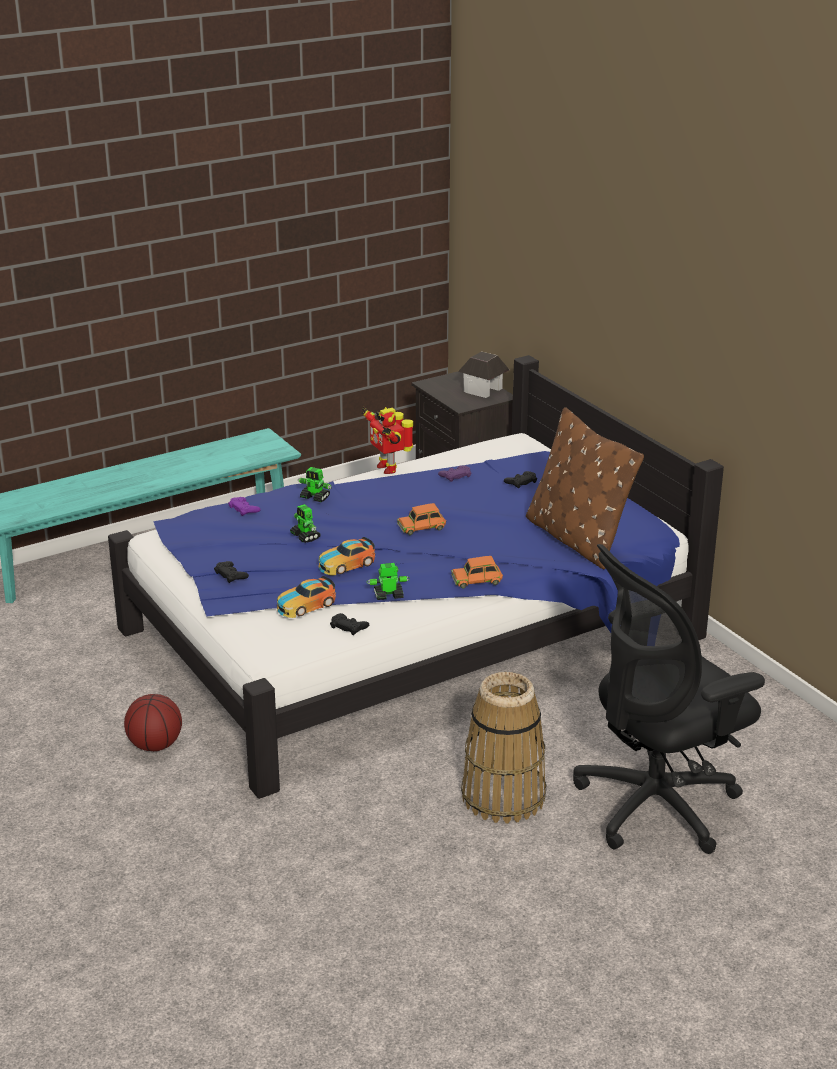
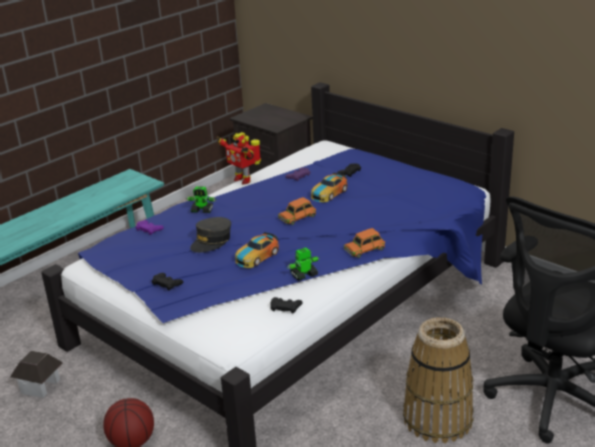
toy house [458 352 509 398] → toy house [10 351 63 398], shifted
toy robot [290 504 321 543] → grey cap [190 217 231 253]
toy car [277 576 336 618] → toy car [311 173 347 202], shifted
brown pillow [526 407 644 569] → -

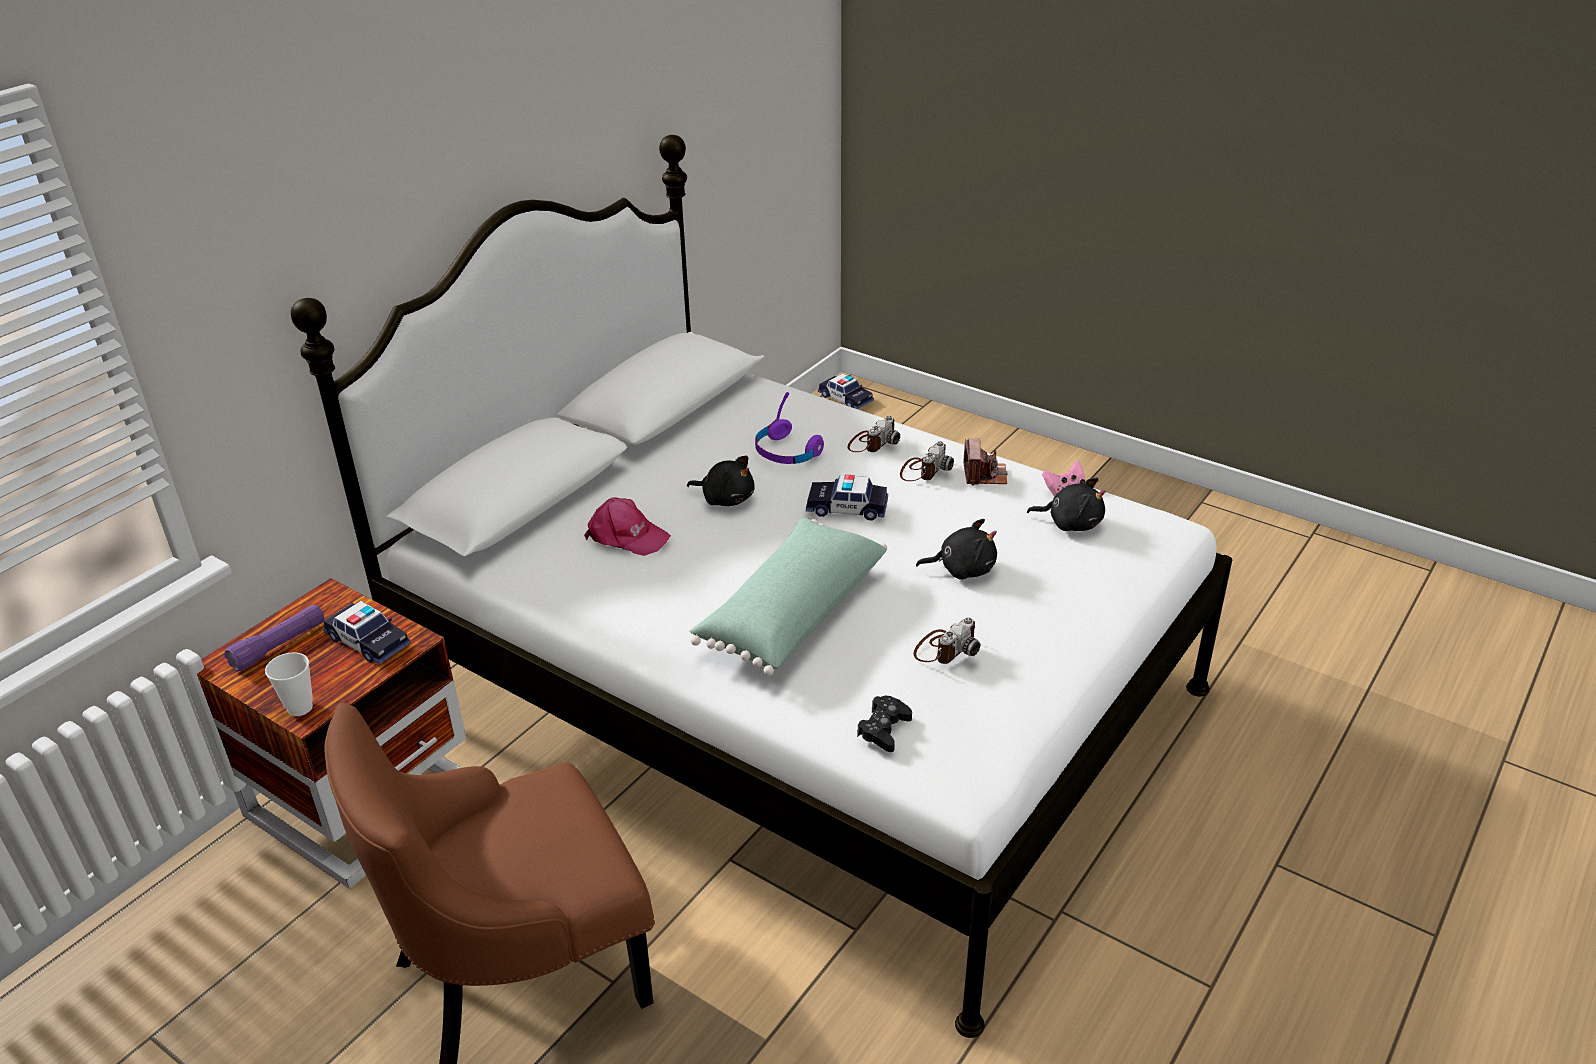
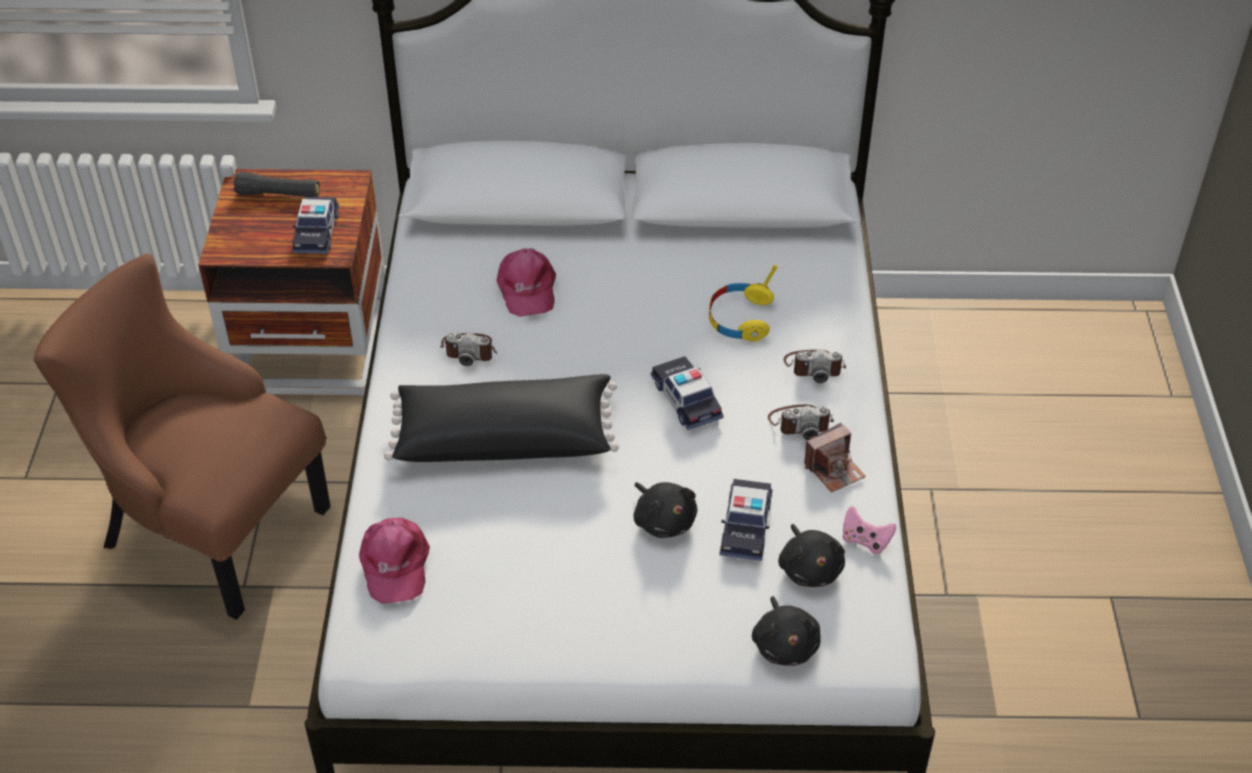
purple flashlight [224 605 325 672] → black flashlight [234 172 320 197]
black game controller [857 696 912 752] → pink cap [359 518 430 604]
green pillow [689 518 887 676] → black pillow [384 374 619 462]
photo camera [913 617 981 664] → photo camera [440 333 497 366], shifted
purple headphones [755 392 824 464] → yellow headphones [709 265 778 342]
toy car [818 373 874 409] → toy car [720 479 773 561], shifted
black plush toy [687 456 755 506] → black plush toy [752 596 821 666], shifted
cup [265 652 313 716] → -

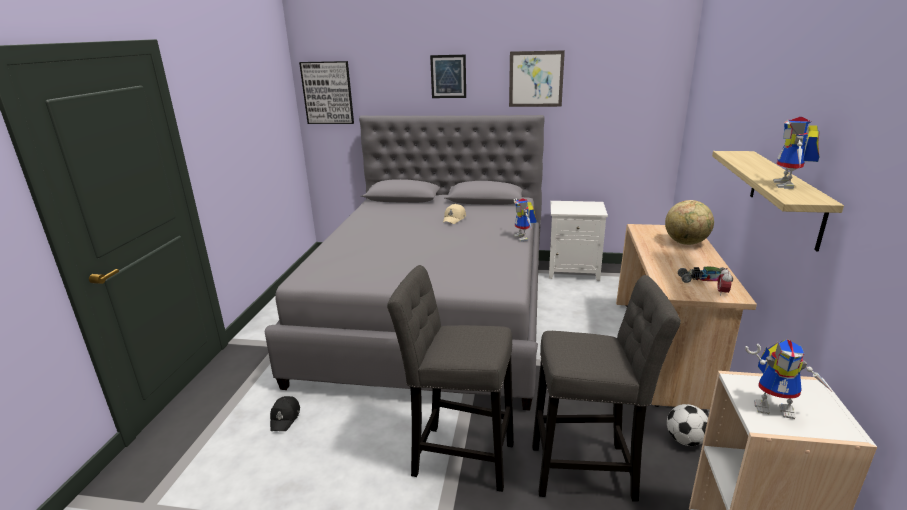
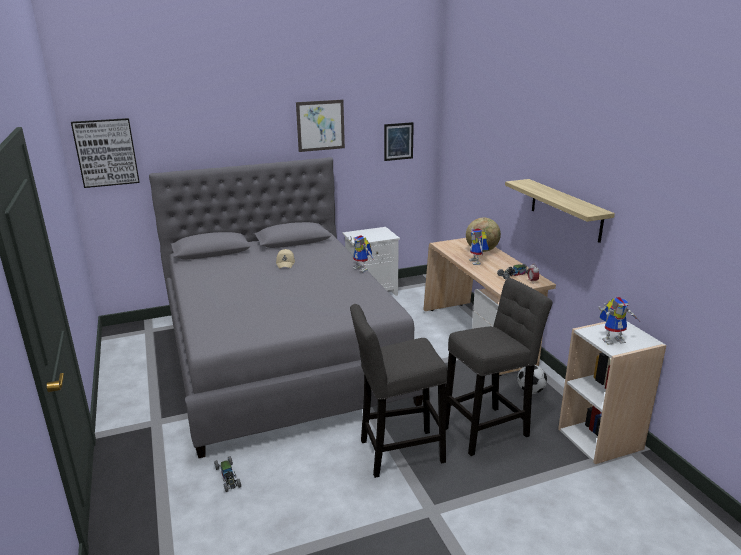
black cap [270 396 300 431] → toy car [214 456 241 492]
picture [430 55 466 98] → picture [384 122 414 161], shifted
toy robot [773 117 820 188] → toy robot [469 228 489 265], shifted

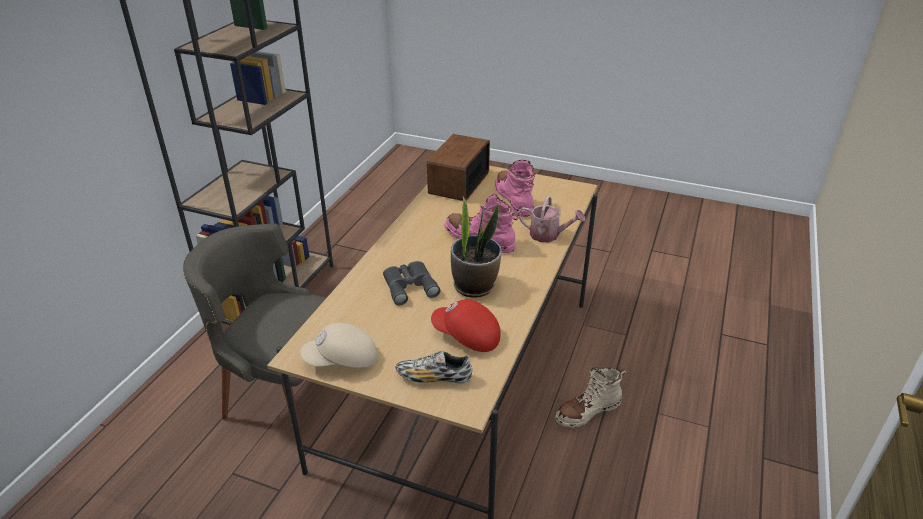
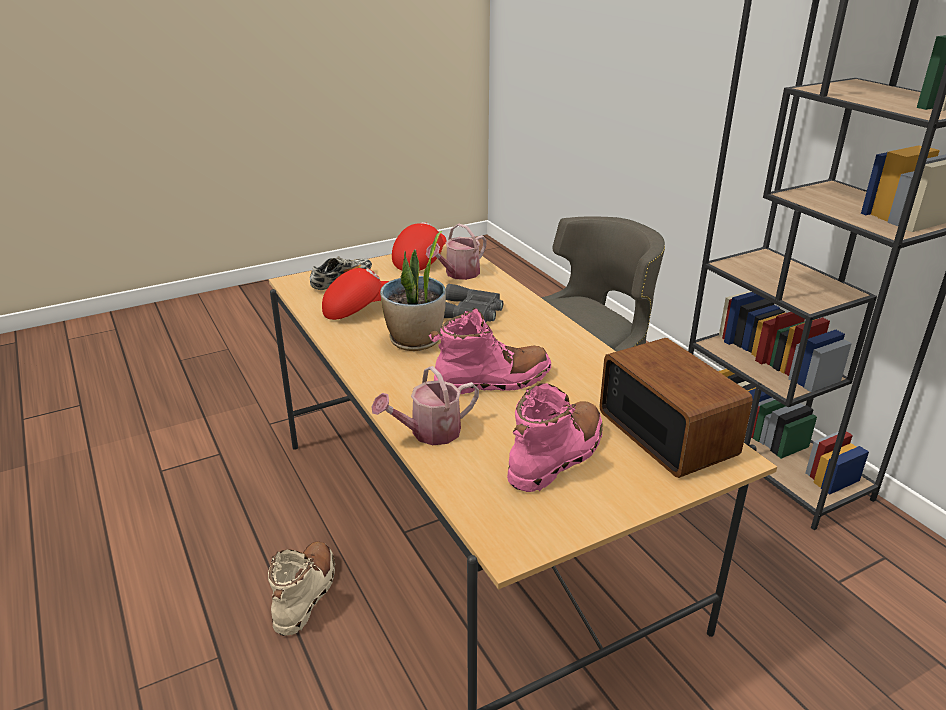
beige cap [300 323 377 368] → red cap [392 222 446 271]
- → watering can [426 224 487 280]
pink boot [495 160 535 217] → pink boot [507 383 603 492], 75 degrees counterclockwise

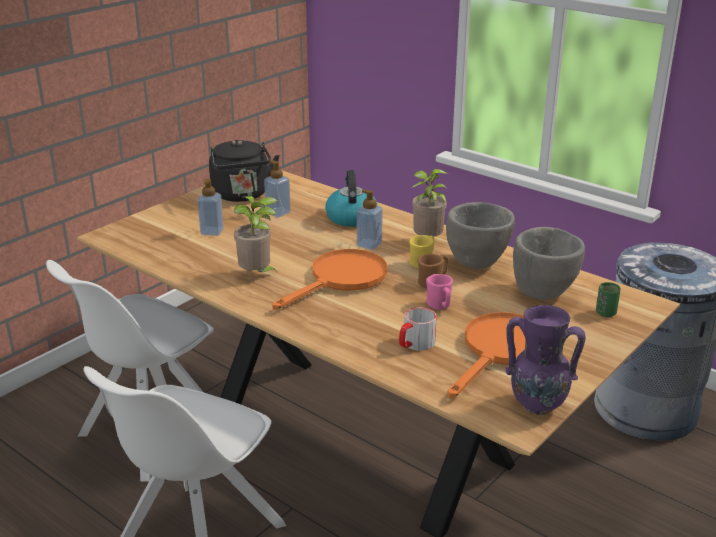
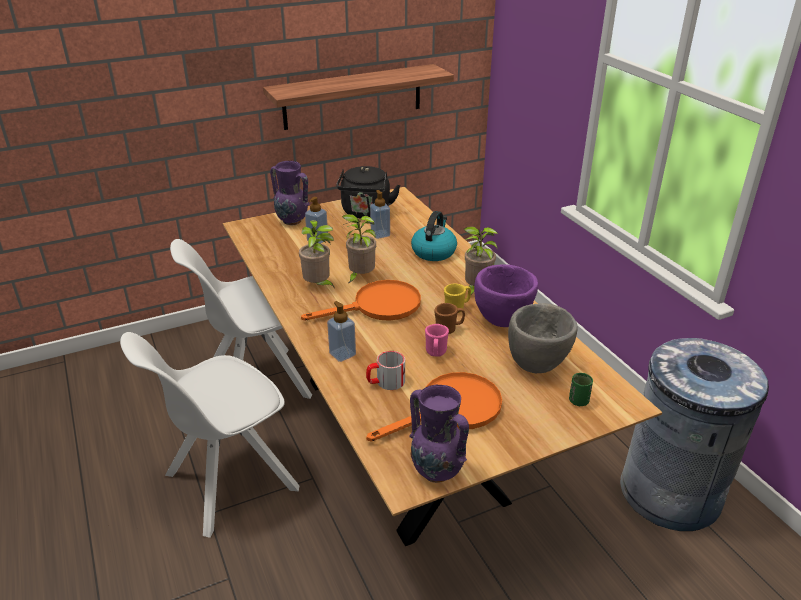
- → shelf [263 64 454 130]
- → purple vase [270 161 310 226]
soap dispenser [357 190 383 250] → soap dispenser [327 301 356 362], shifted
- → potted plant [342 214 376 284]
grey bowl [446 202 515 269] → purple bowl [474 264 538 327]

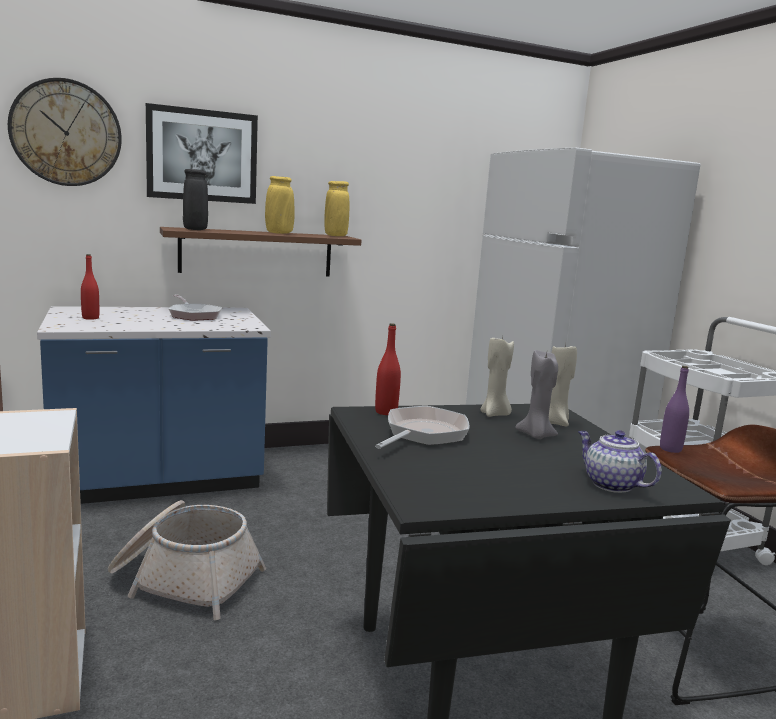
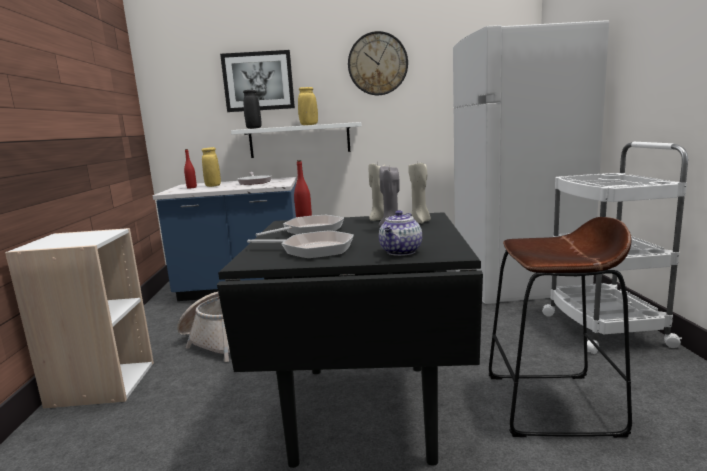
yellow vase [324 181 349 236] → yellow vase [202 147 221 187], shifted
brown shelf [160 227 362 277] → white shelf [231 122 362 158]
- → frying pan [247 230 354 259]
wall clock [8 78 122 186] → wall clock [348 31 408 95], shifted
teapot [578 430 662 493] → teapot [379 210 422 256], 135 degrees counterclockwise
purple bottle [660 366 689 453] → -

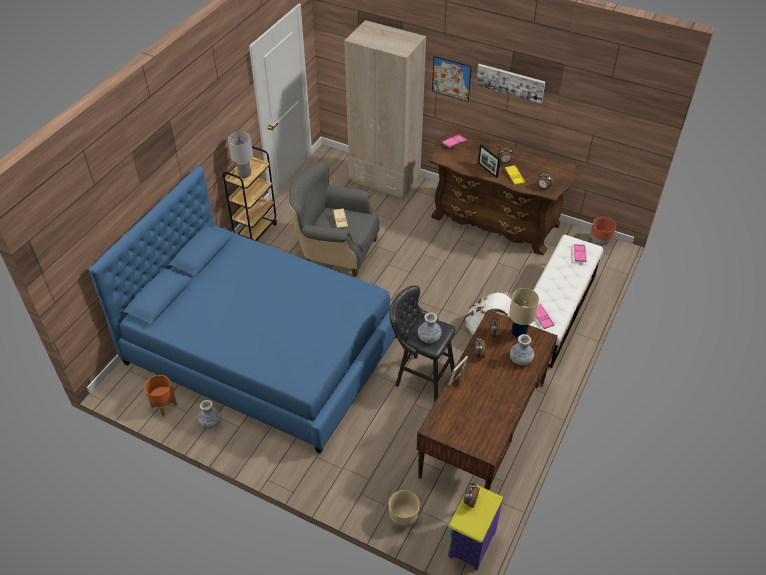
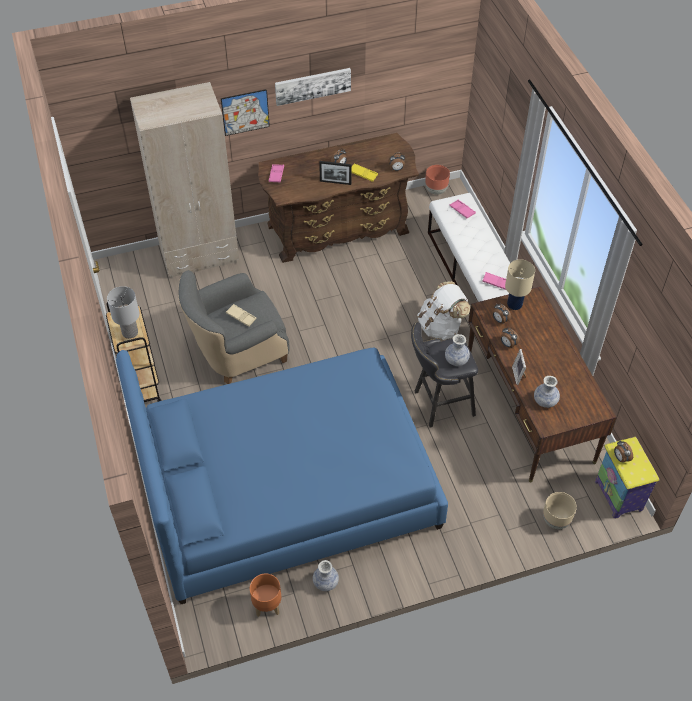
vase [510 334 534 365] → vase [534 376 560 408], shifted

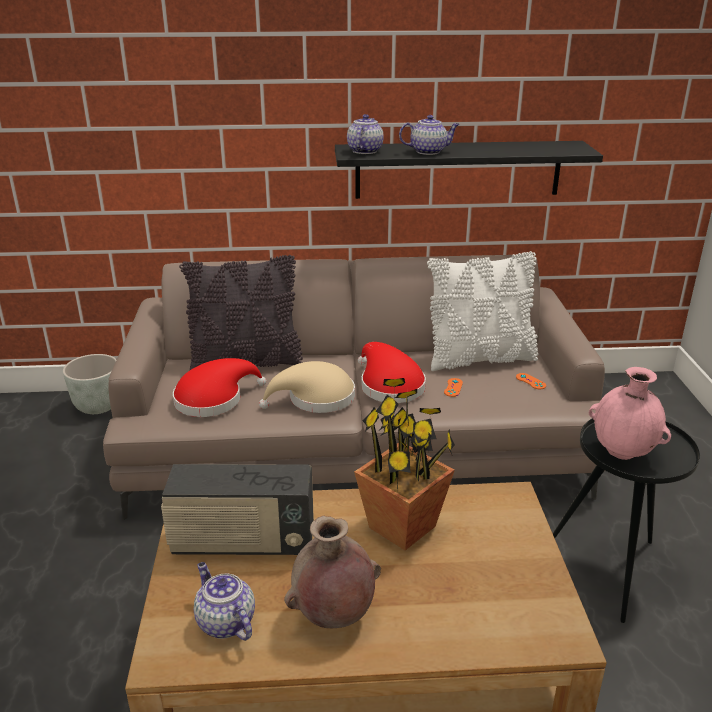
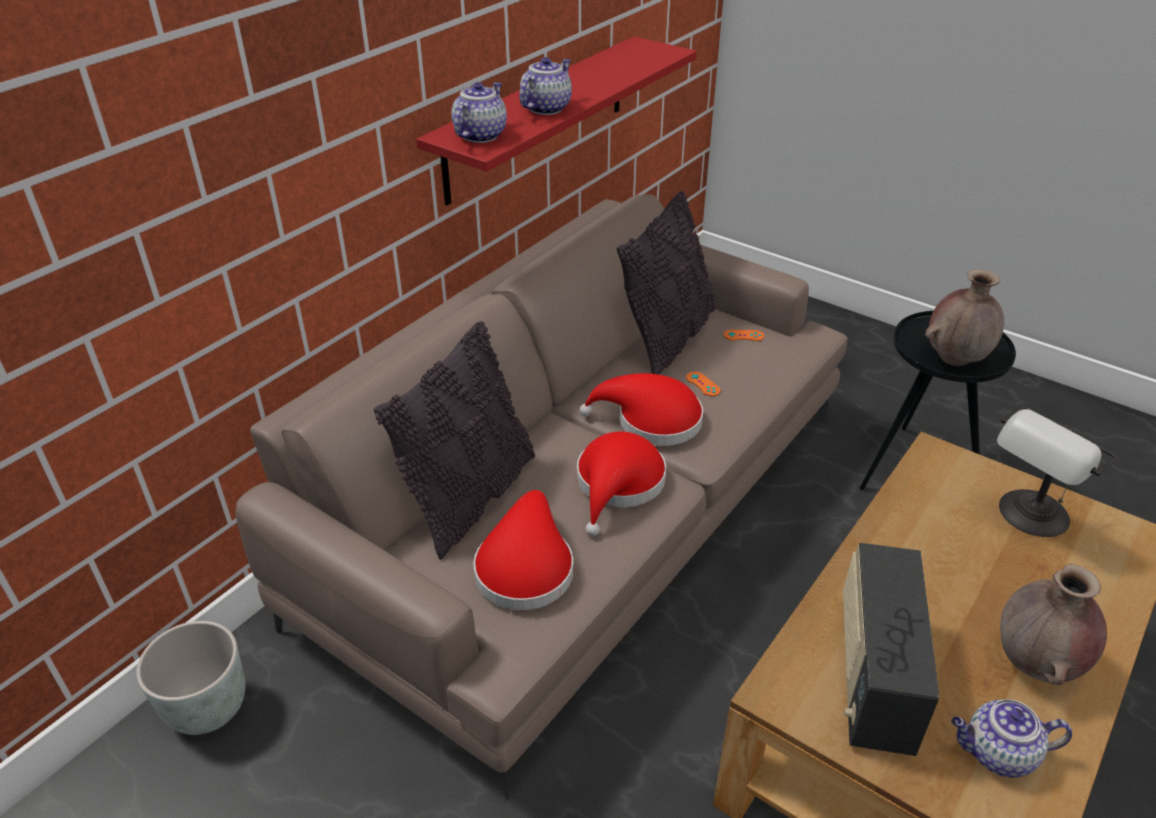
black shelf [335 141 603 199] → red shelf [416 36 697 205]
teapot [347 114 384 154] → teapot [451 82 507 143], 60 degrees clockwise
beige hat [259 361 355 413] → red hat [577 431 666 536]
white pillow [427 251 538 371] → black pillow [617 191 715 375]
radio [161 464 314 555] → radio [843 543 939 756], 150 degrees clockwise
pink vase [589 367 671 460] → brown vase [925 269 1004 366]
- → table lamp [997 406 1117 537]
potted plant [354 378 455 551] → -

